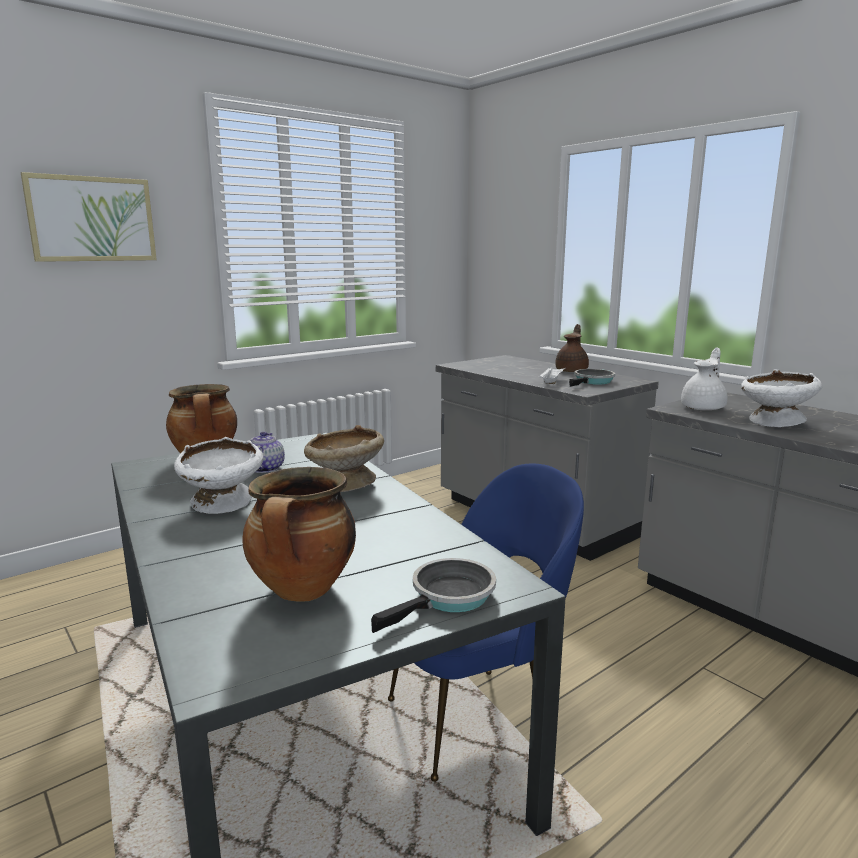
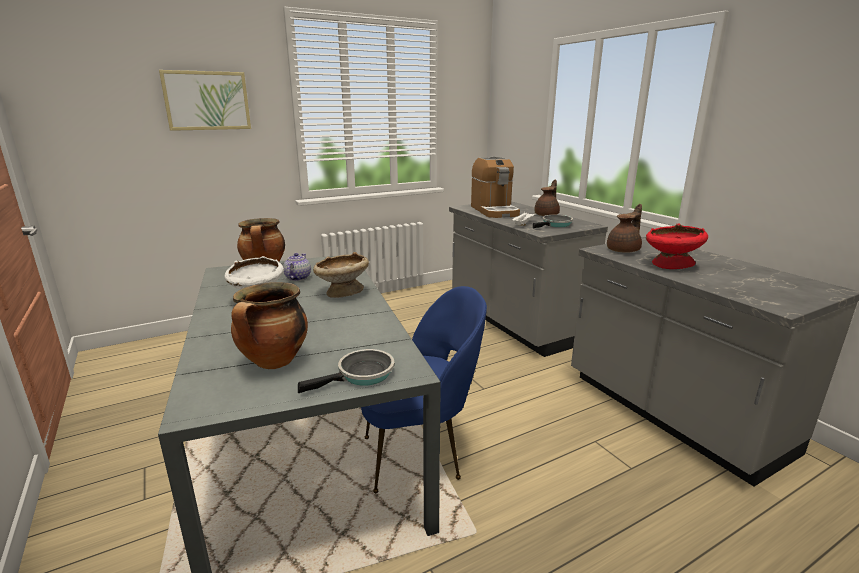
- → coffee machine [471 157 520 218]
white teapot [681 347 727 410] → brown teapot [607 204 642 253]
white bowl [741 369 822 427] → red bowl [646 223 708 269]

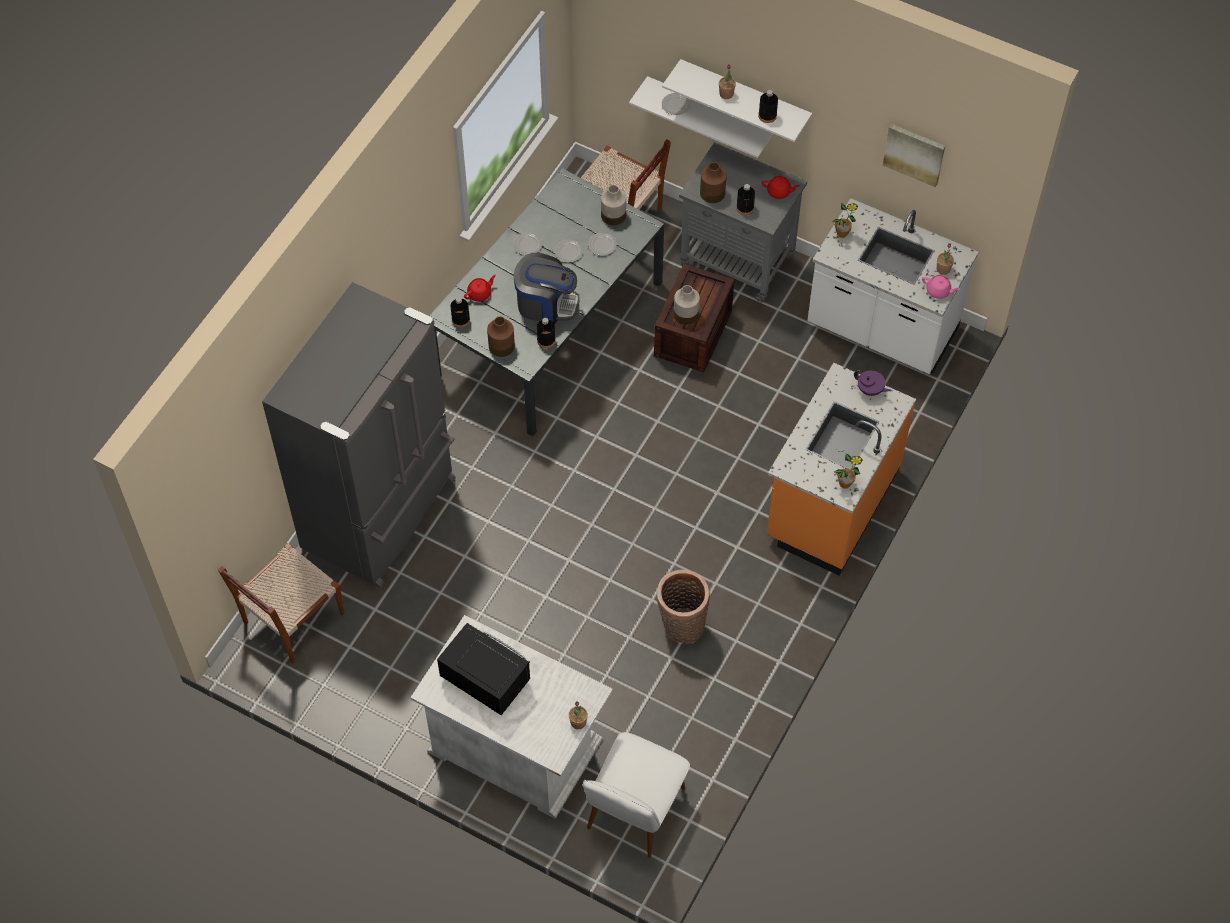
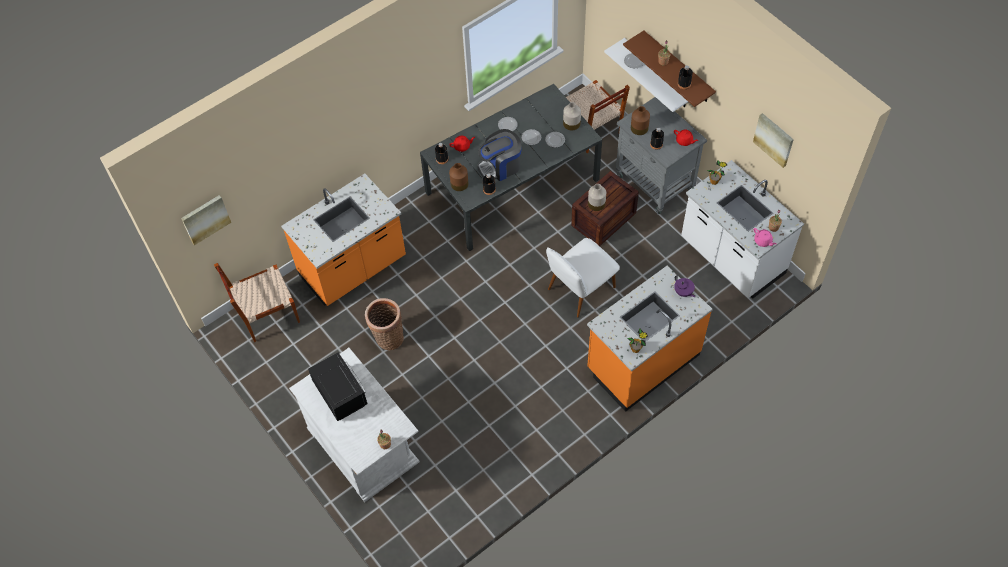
- → picture [181 195 231 245]
grey fridge [262 282 455 588] → orange counter [281 174 406 306]
basket [656 569 710 644] → basket [365 298 404 351], shifted
coffee machine [514 253 580 324] → coffee machine [477 129 521 181], 120 degrees clockwise
white chair [583 732 690 858] → white chair [546 238 620 318], shifted
white shelf [662 59 812 142] → brown shelf [623 31 716 107]

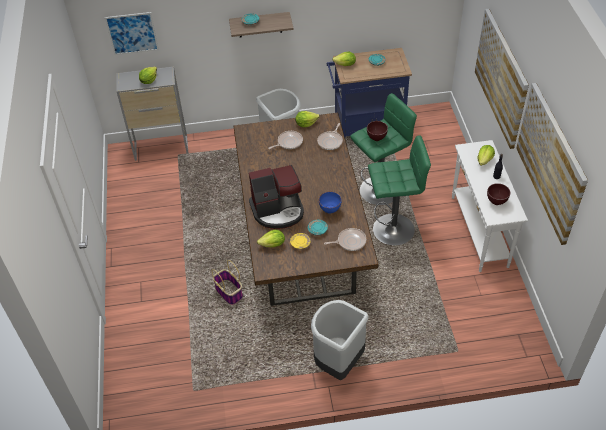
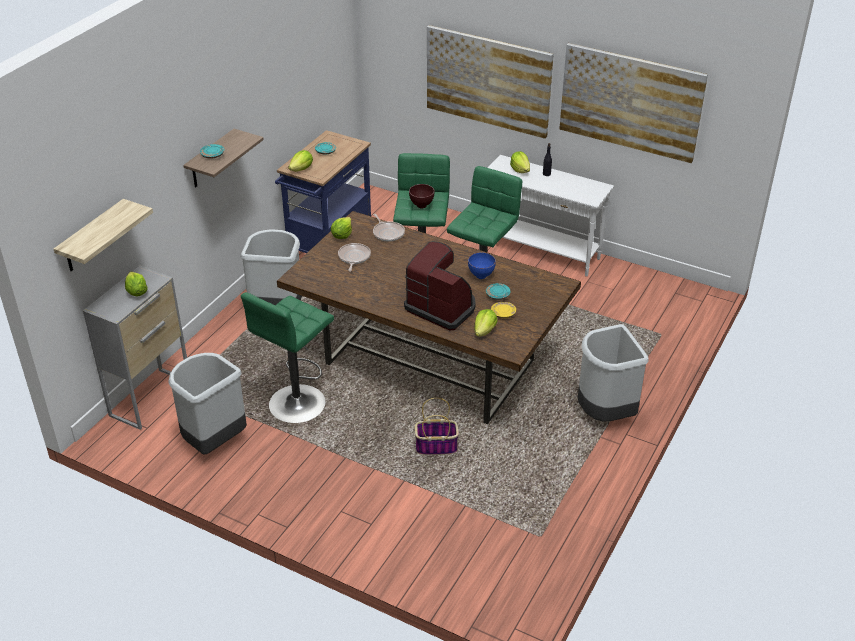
picture [105 12 159 55] → shelf [54 199 153 271]
- → grey trash can [168 353 247 455]
- → green stool [241 292 334 423]
coffee machine [249 165 304 229] → coffee machine [404 241 476 331], 75 degrees counterclockwise
frying pan [324 228 366 251] → -
brown bowl [487 183 510 205] → -

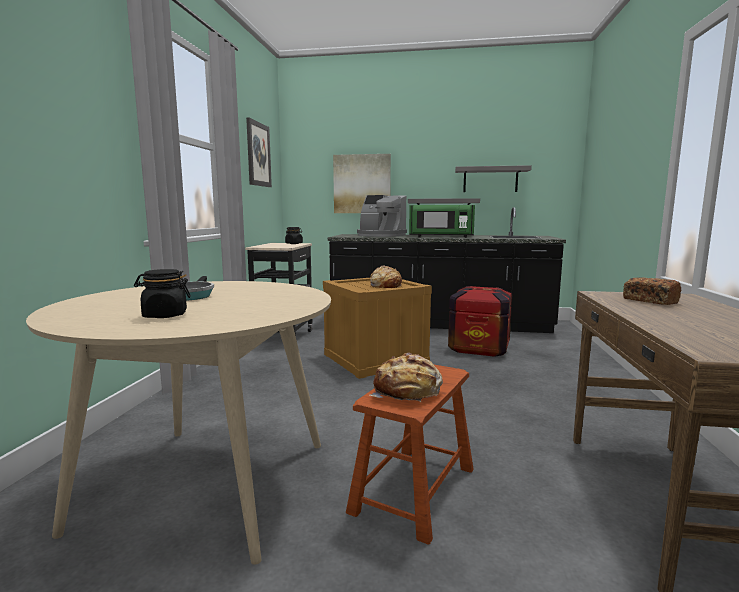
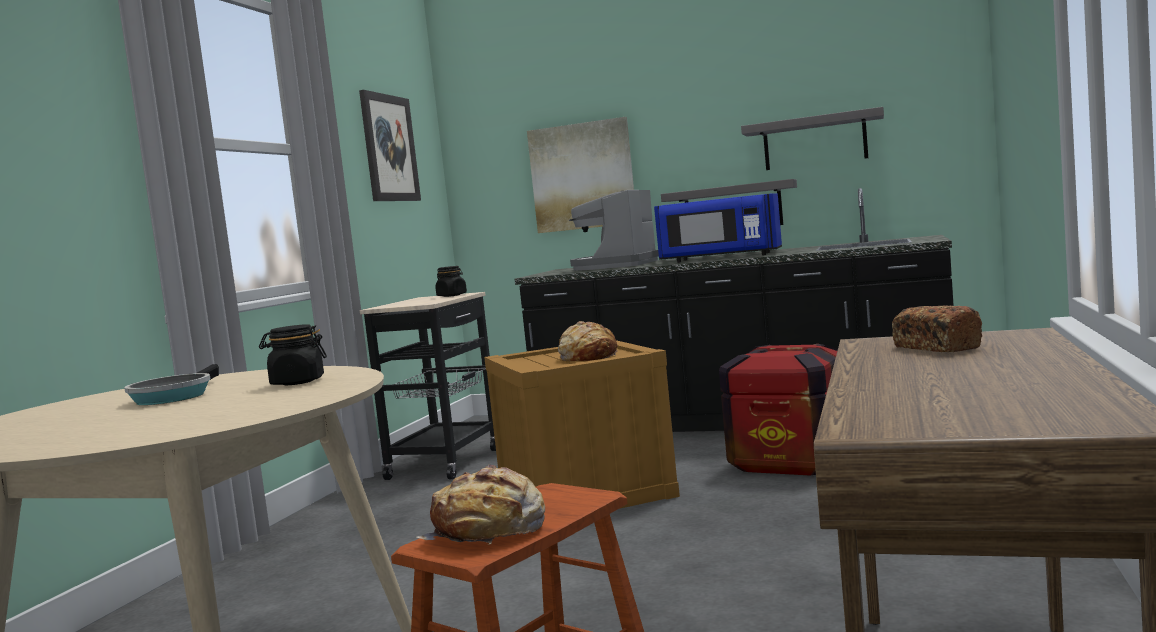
black jar [134 269 191 318] → black jar [259 324 327 385], shifted
coffee machine [357 195 407 237] → coffee machine [569 190 659 271], 75 degrees clockwise
green microwave [409 205 475 238] → blue microwave [654 193 782 263]

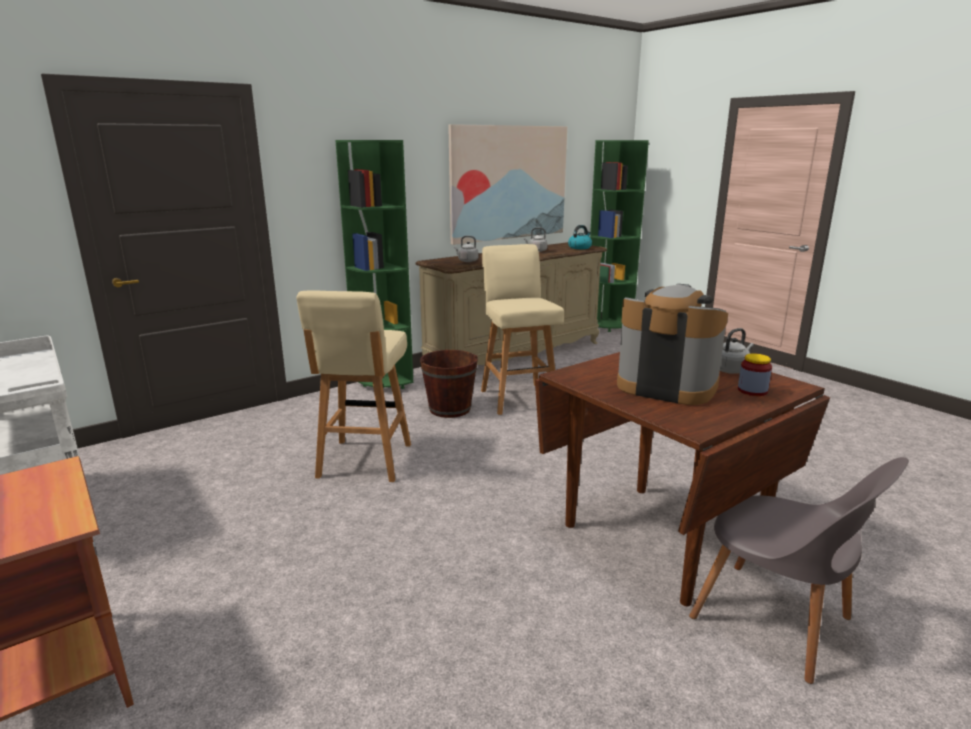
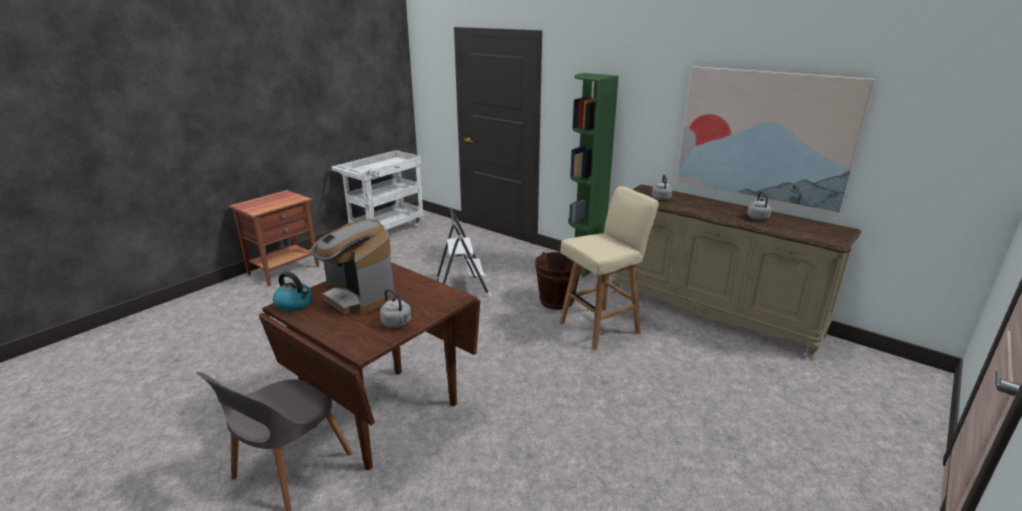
kettle [568 225 592 249] → kettle [273 272 313 312], shifted
coffee machine [617 284 728 405] → coffee machine [311 219 395 315], 120 degrees clockwise
beige stool [296 290 411 482] → white step ladder [436 208 492 297]
green bookcase [590 140 649 332] → -
jar [738 353 772 396] → -

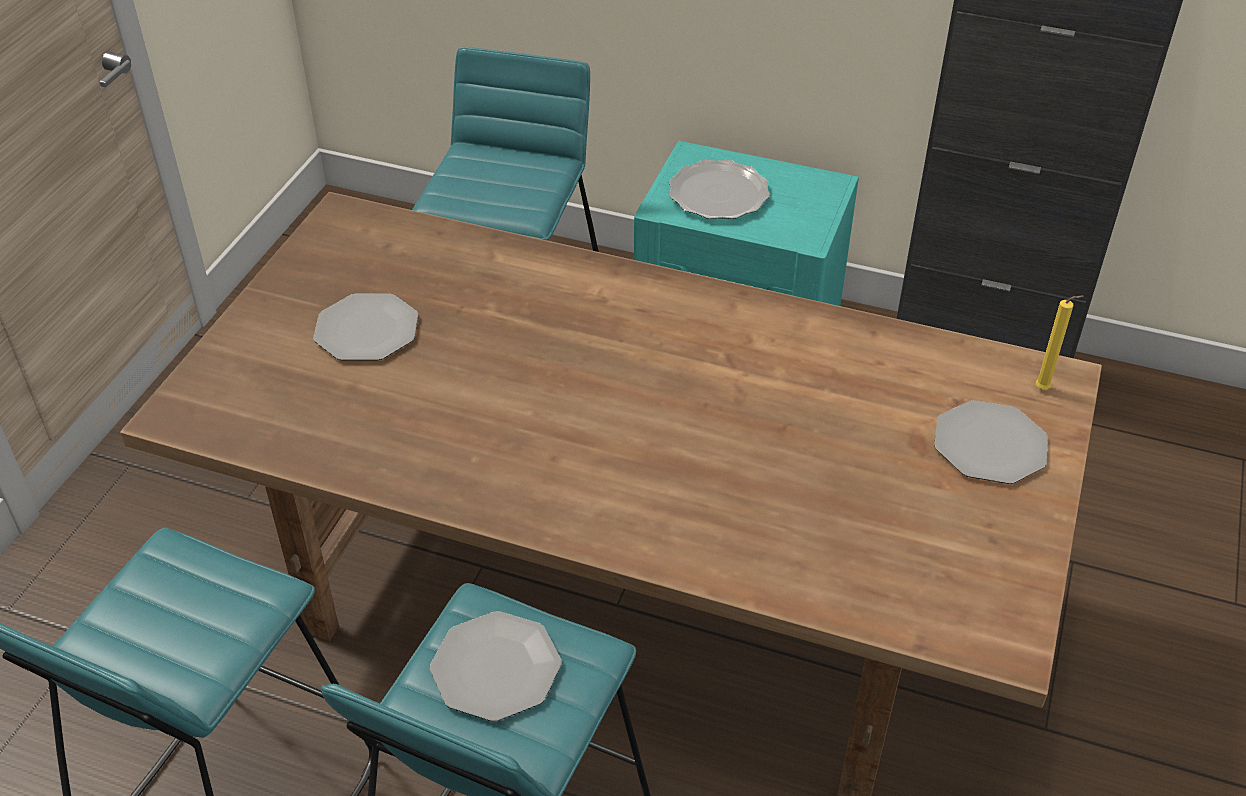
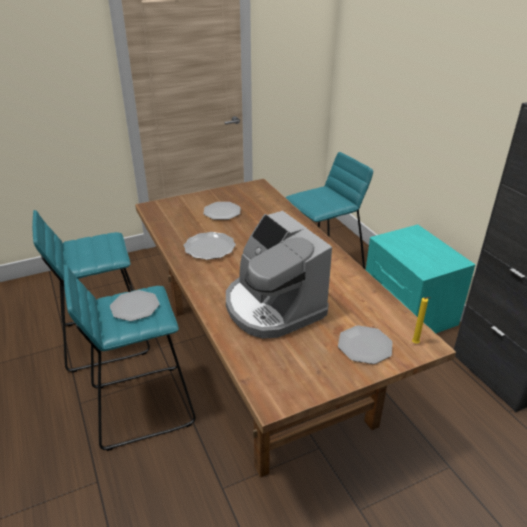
plate [669 160 770 219] → plate [184 232 236 260], shifted
- → coffee machine [226 211 332 339]

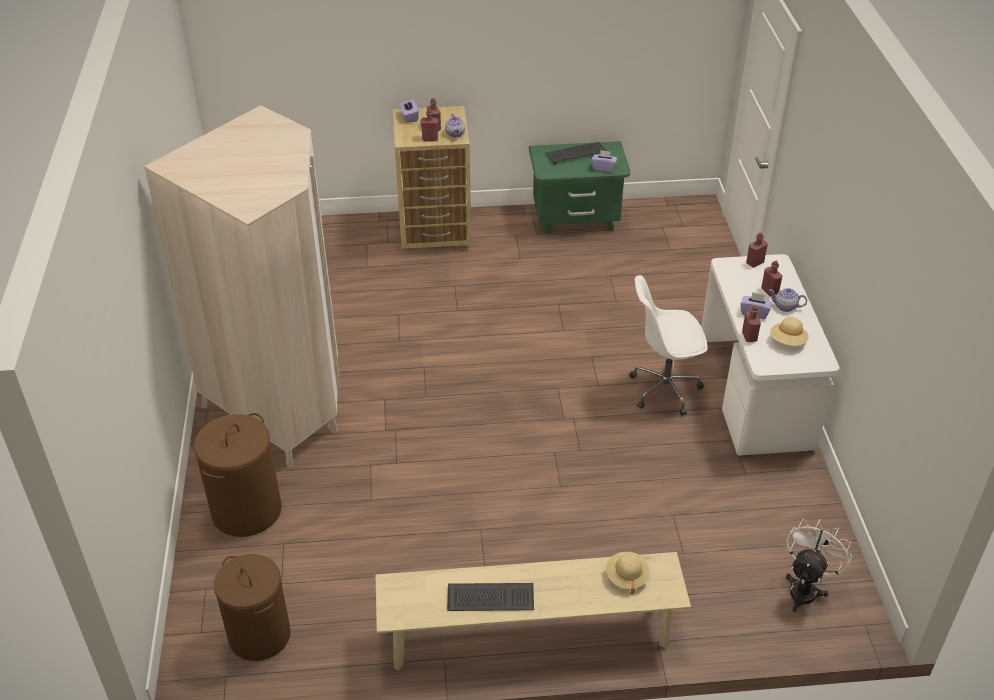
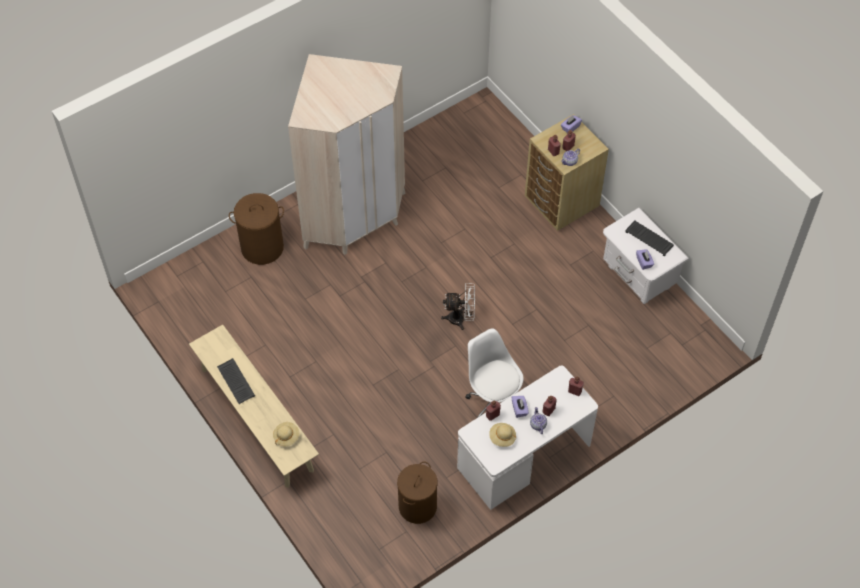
brown laundry basket [214 554 291 661] → brown laundry basket [397 462 437 524], shifted
white fan [786 519 852 612] → white fan [441 283 475 330], shifted
green nightstand [529 141 630 234] → white nightstand [603 208 689 304]

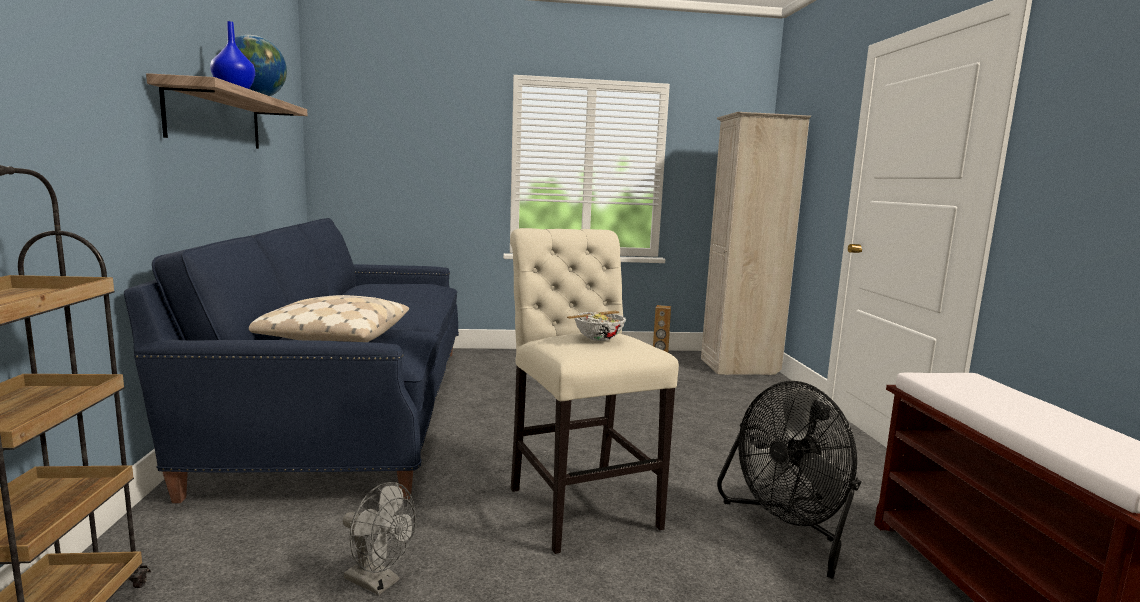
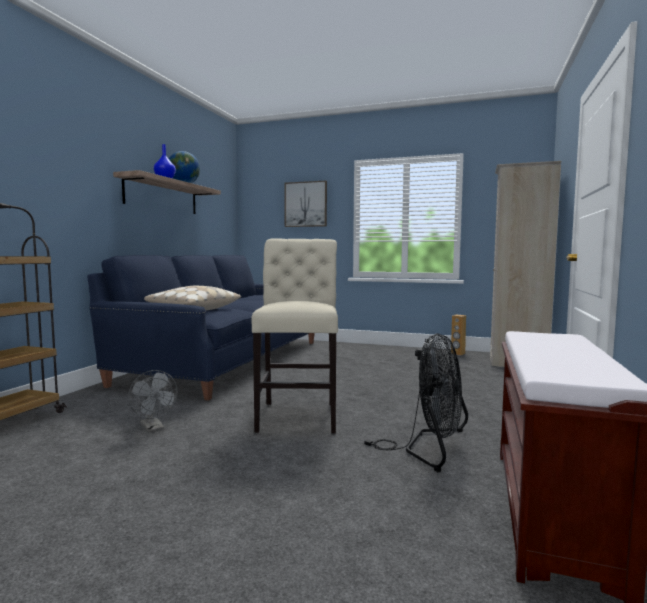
- → picture [284 181 327 227]
black fan [717 381 861 579] → black fan [363 333 468 472], 150 degrees counterclockwise
bowl [567 311 626 341] → -

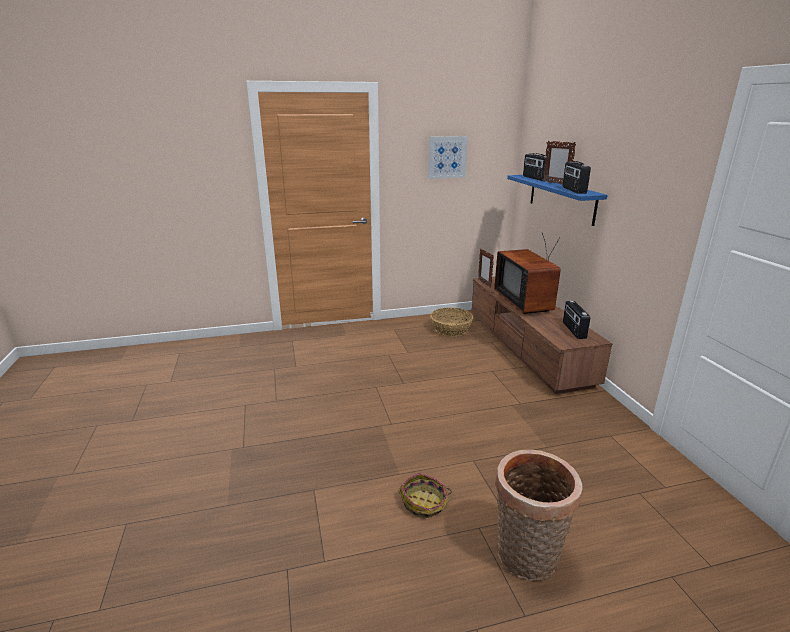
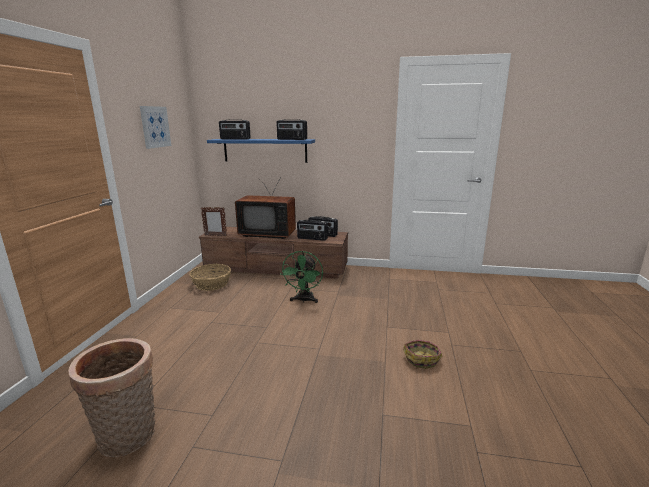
basket [495 449 583 581] → basket [68 338 156 457], shifted
- → green fan [280 251 323 303]
- → radio [297 220 328 241]
picture frame [543 141 576 185] → -

